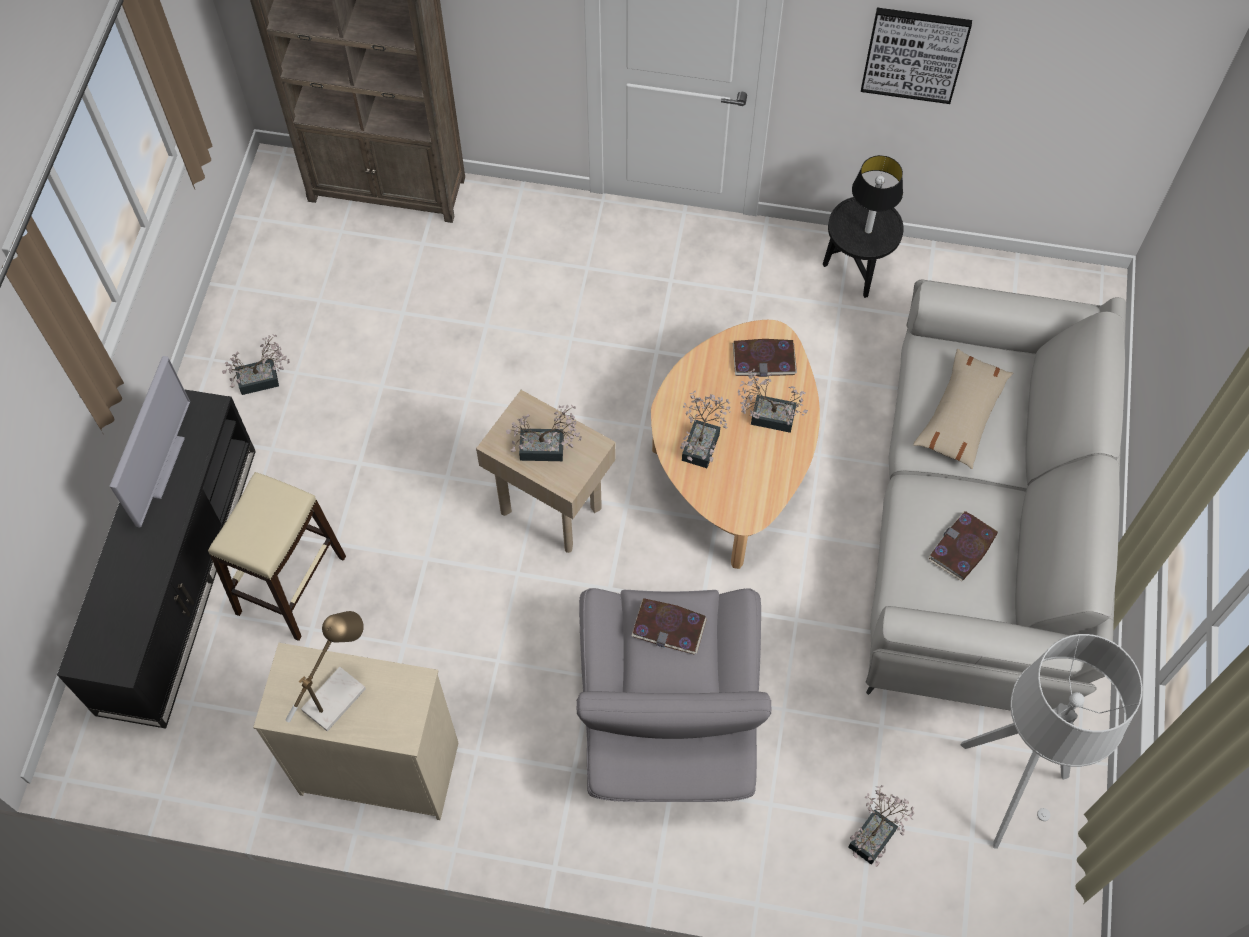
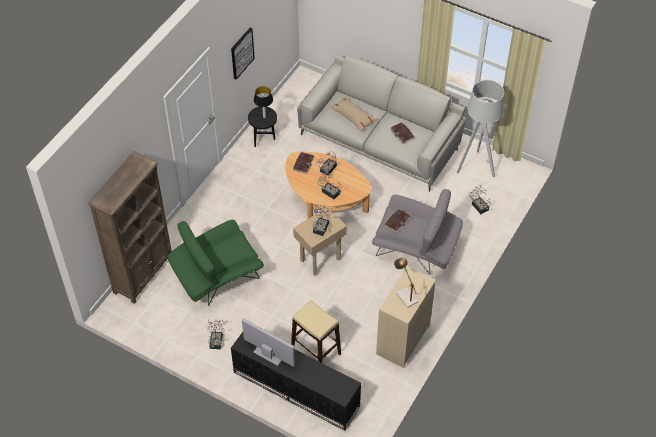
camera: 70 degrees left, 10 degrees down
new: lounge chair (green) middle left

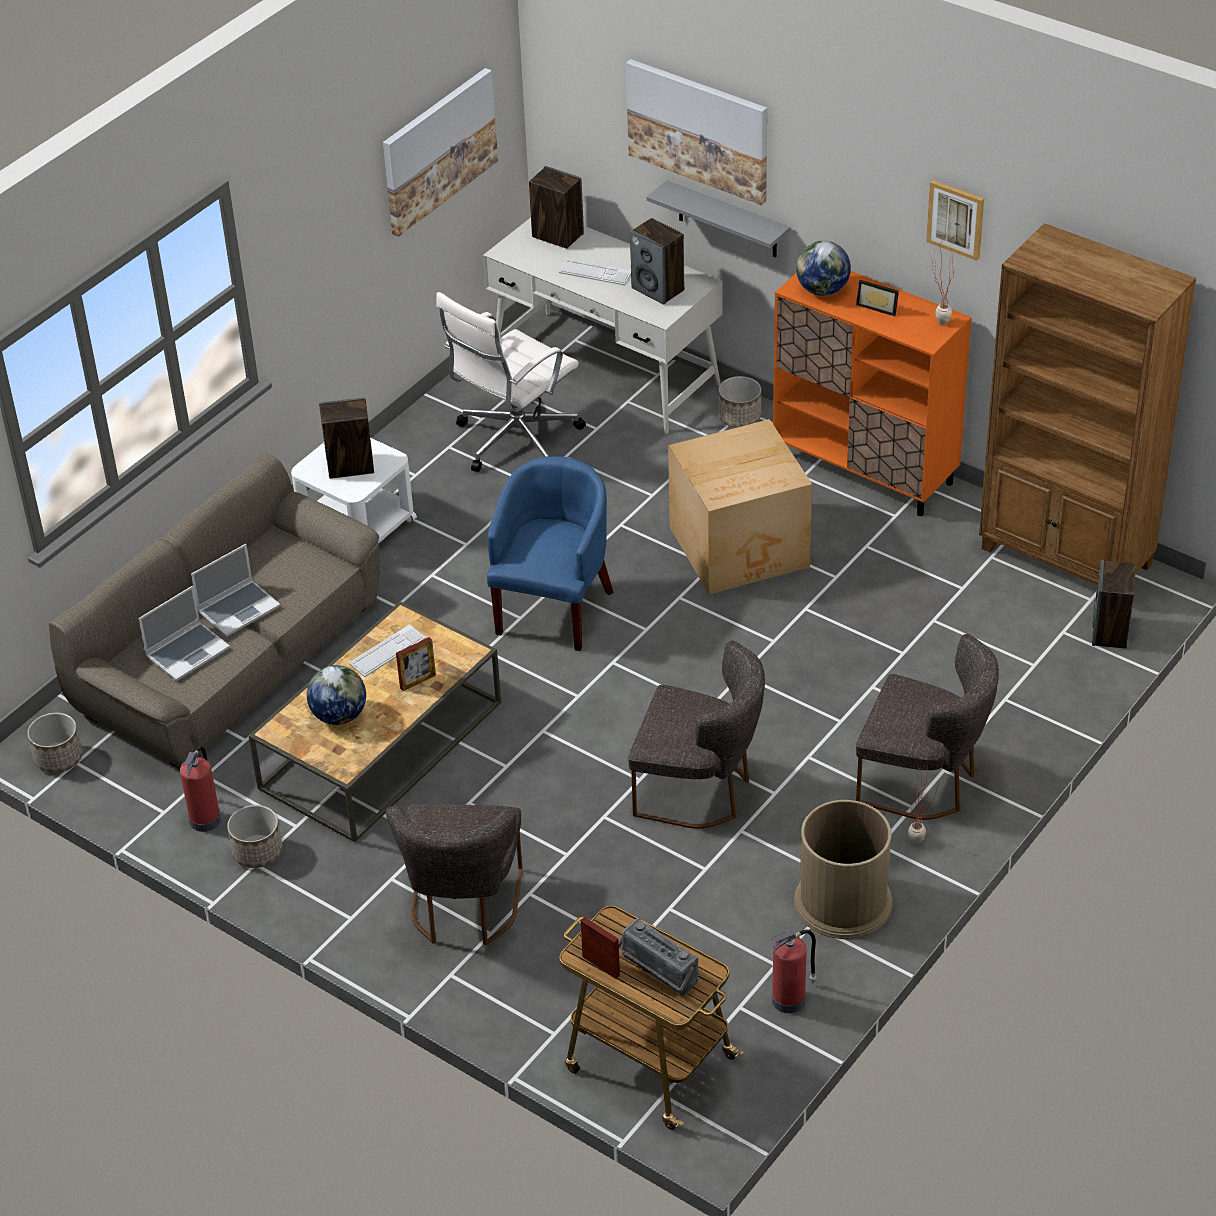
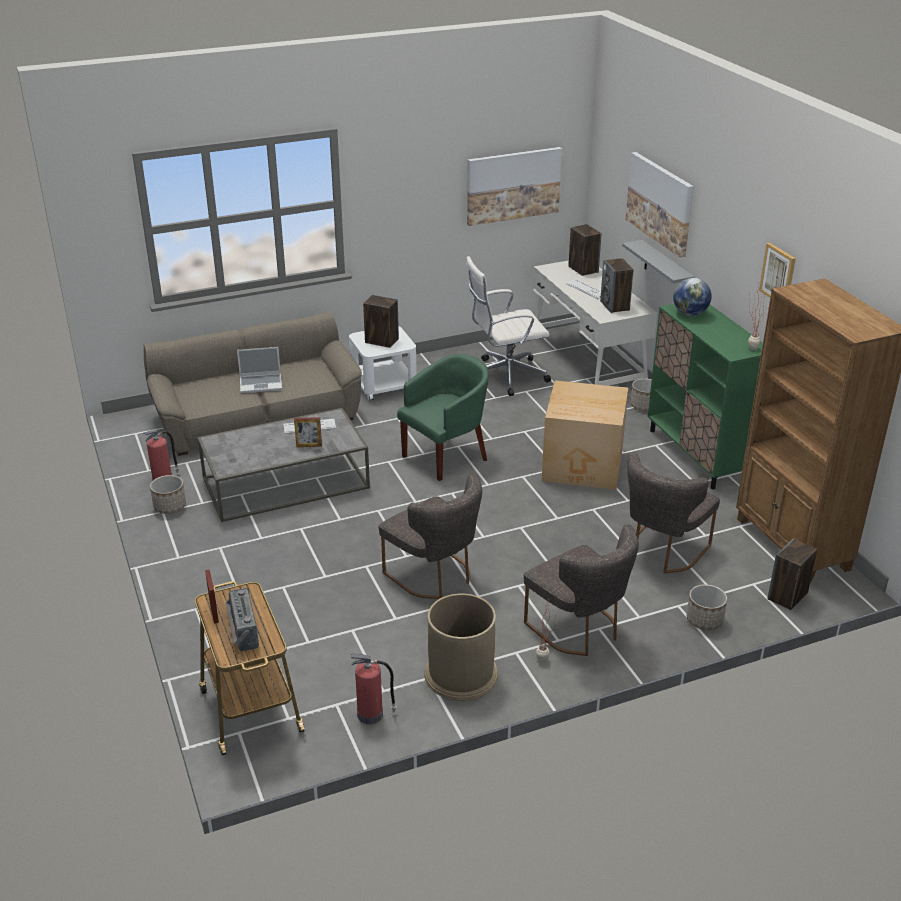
camera: 30 degrees right, 10 degrees down
gone: notebook computer (no. 1 from left) middle left; world globe (no. 1 from left) middle left; photo frame (no. 3 from left) top right
shifted: planter (no. 1 from left in the first image) middle left to planter (no. 3 from left) bottom right; chair (grey) (no. 1 from left in the first image) bottom centre to chair (grey) (no. 3 from left) middle right
repainted: lounge table (brown-coloured) middle left to lounge table (grey) middle left; lounge chair (bluish) centre to lounge chair (green) centre; cabinet (orangey) top right to cabinet (green) middle right

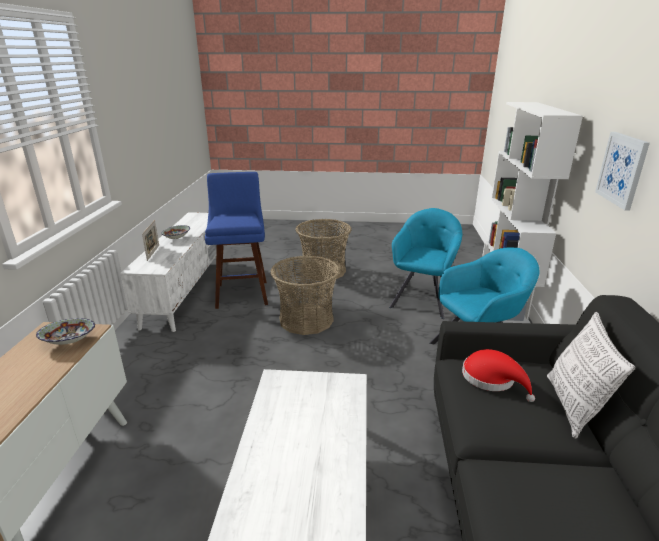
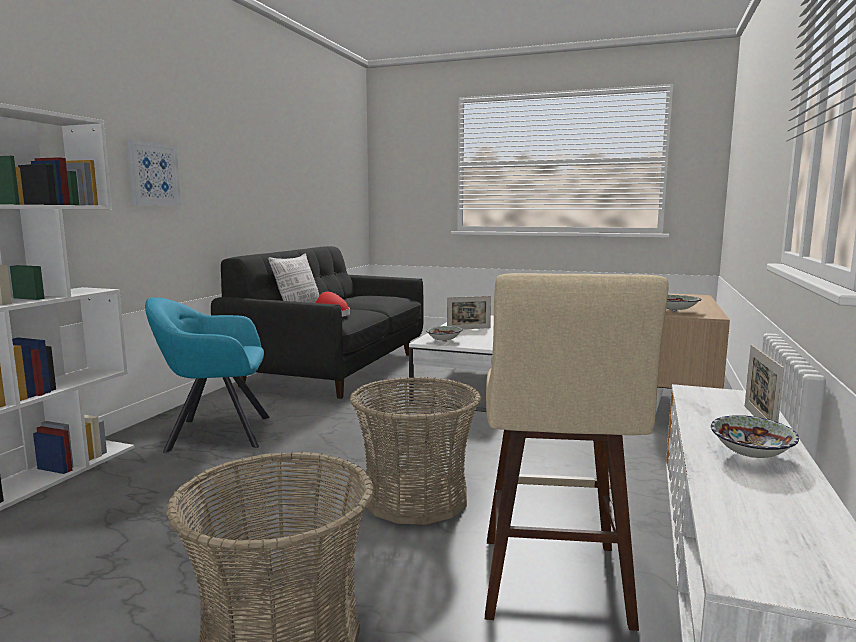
camera: 165 degrees left, 15 degrees down
gone: lounge chair (turquoise-coloured) (no. 1 from left) centre
new: deep dish (no. 1 from left) centre; photo frame (no. 1 from left) centre
repainted: sitting stool (bluish) centre to sitting stool (beige-coloured) bottom right

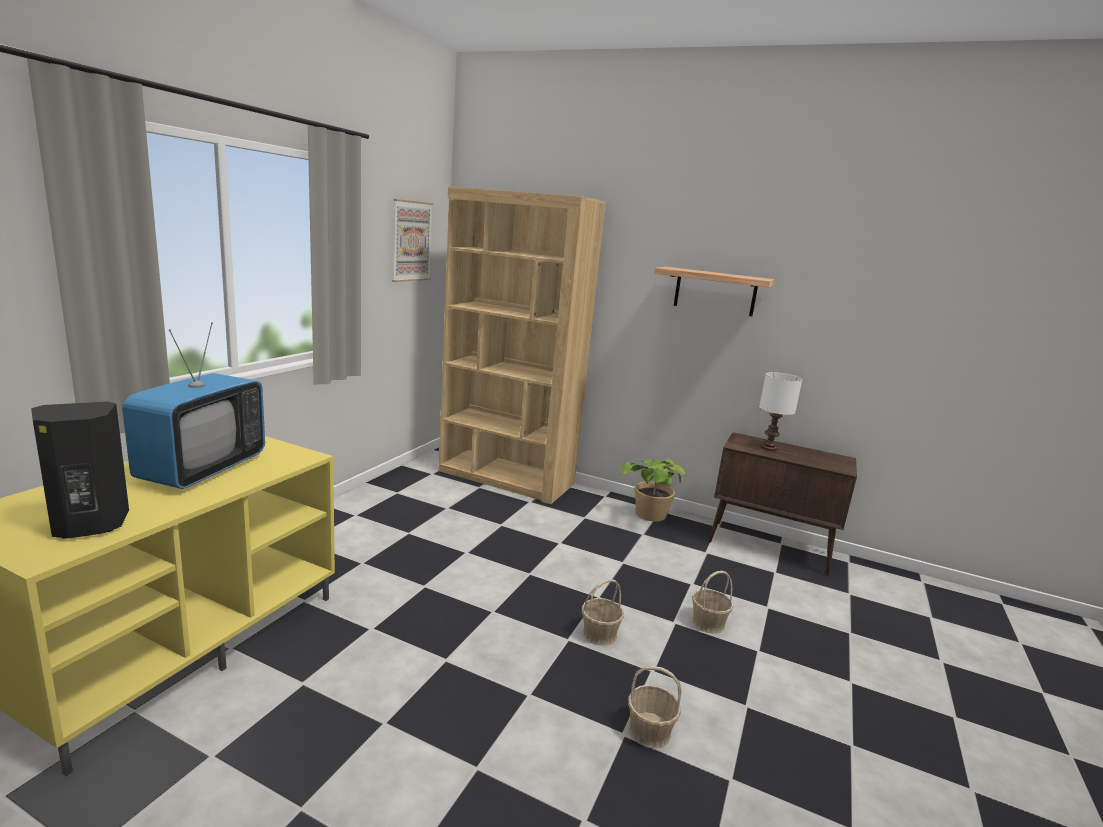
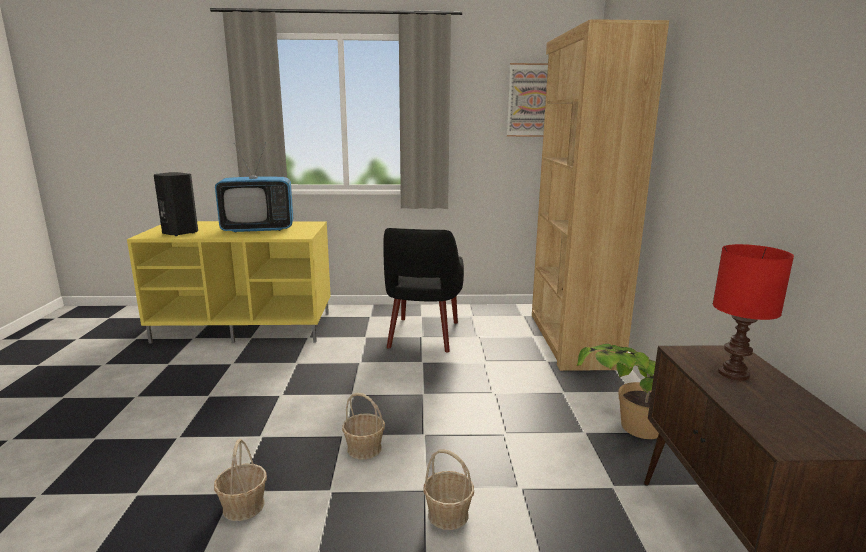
camera: 65 degrees right, 0 degrees up
gone: shelf centre
new: lounge chair (blackish) centre
repainted: tabletop lamp (whitish) middle right to tabletop lamp (reddish) middle right

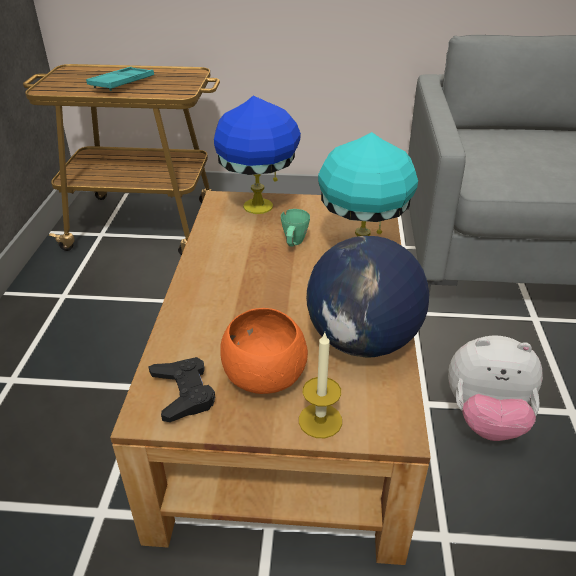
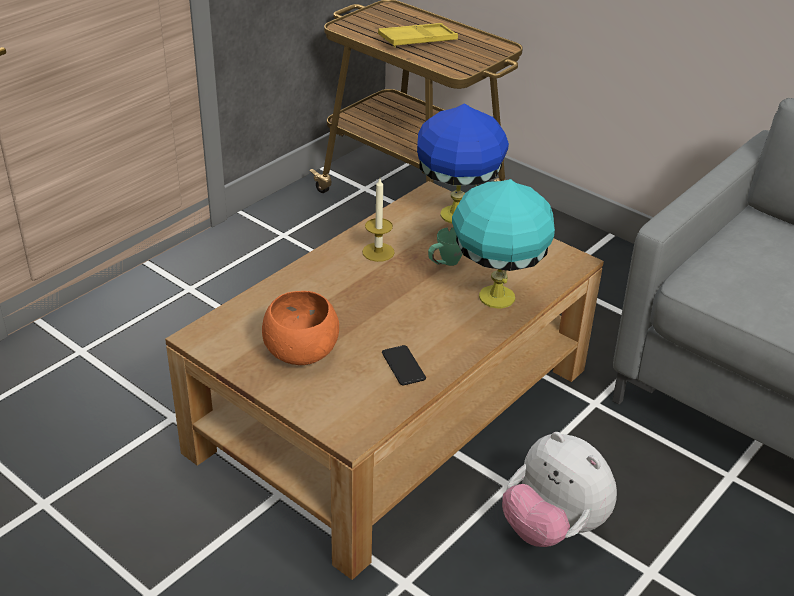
camera: 35 degrees right, 0 degrees up
gone: game controller (blackish) bottom left
shifted: wax light bottom centre to centre
swapped: world globe centre to handset centre
repainted: carrying tray (turquoise-coloured) top left to carrying tray (yellow-coloured) top centre

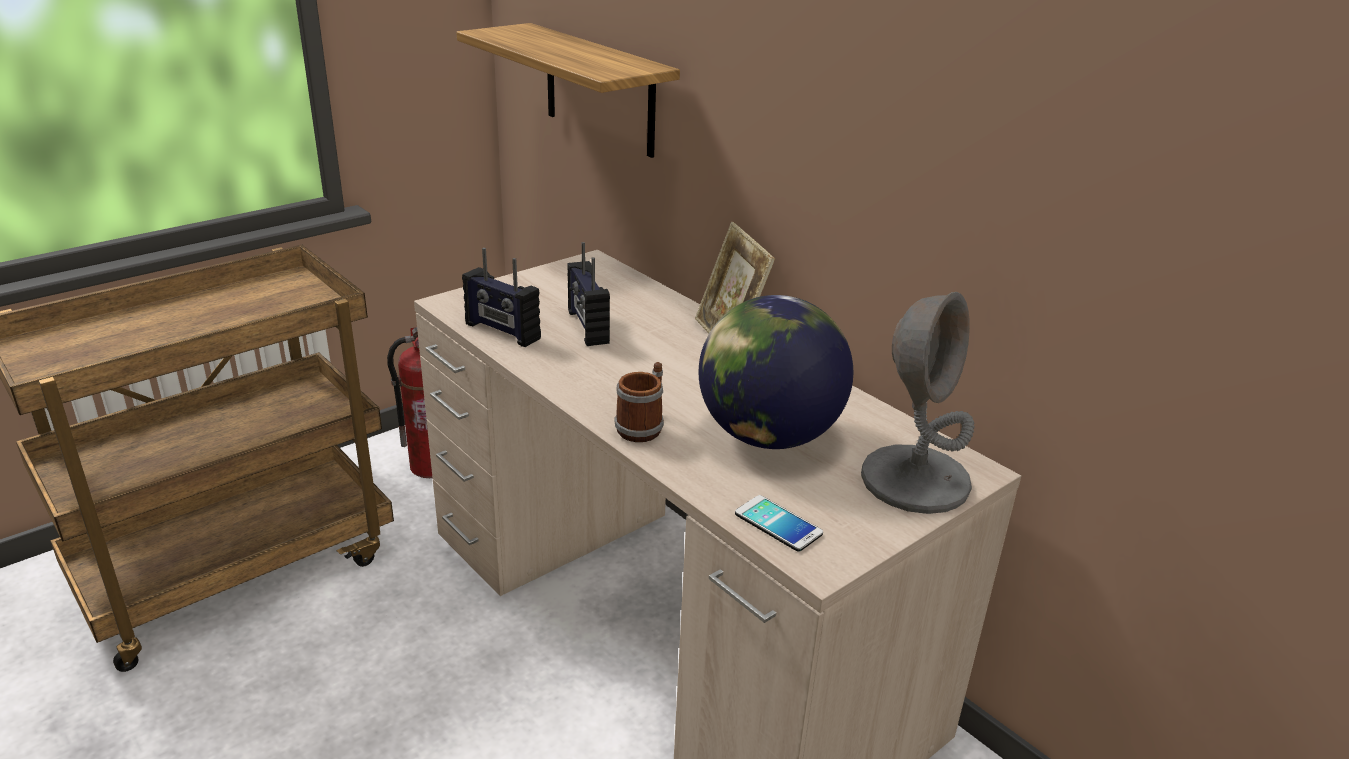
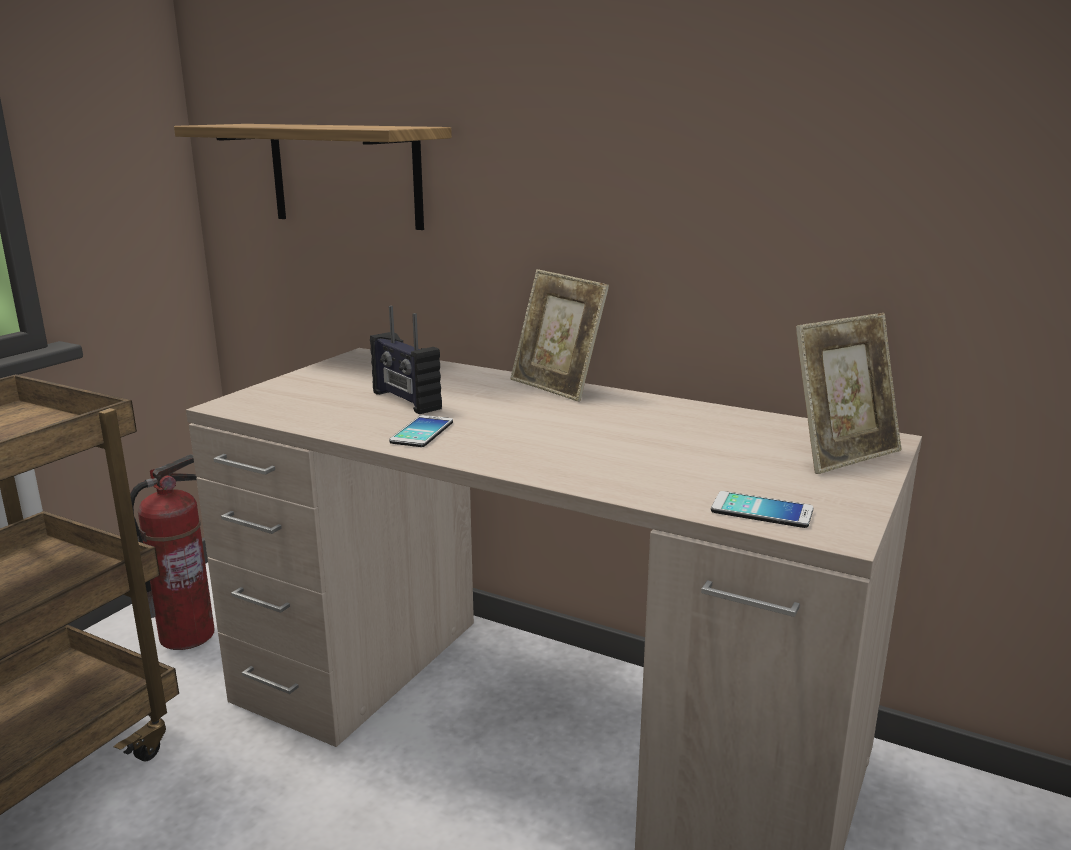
camera: 20 degrees left, 10 degrees down
gone: radio set (no. 1 from left) centre; tea mug centre; world globe centre
new: handset (no. 1 from left) centre
swapped: tabletop lamp (grey) middle right to photo frame (no. 2 from left) middle right

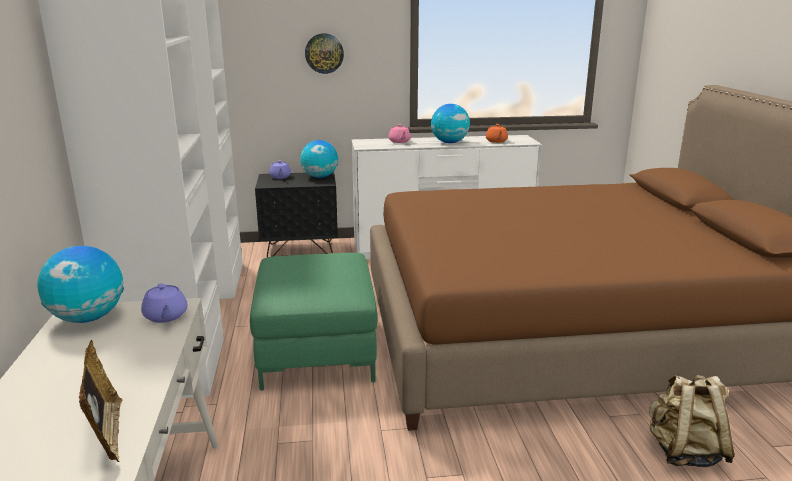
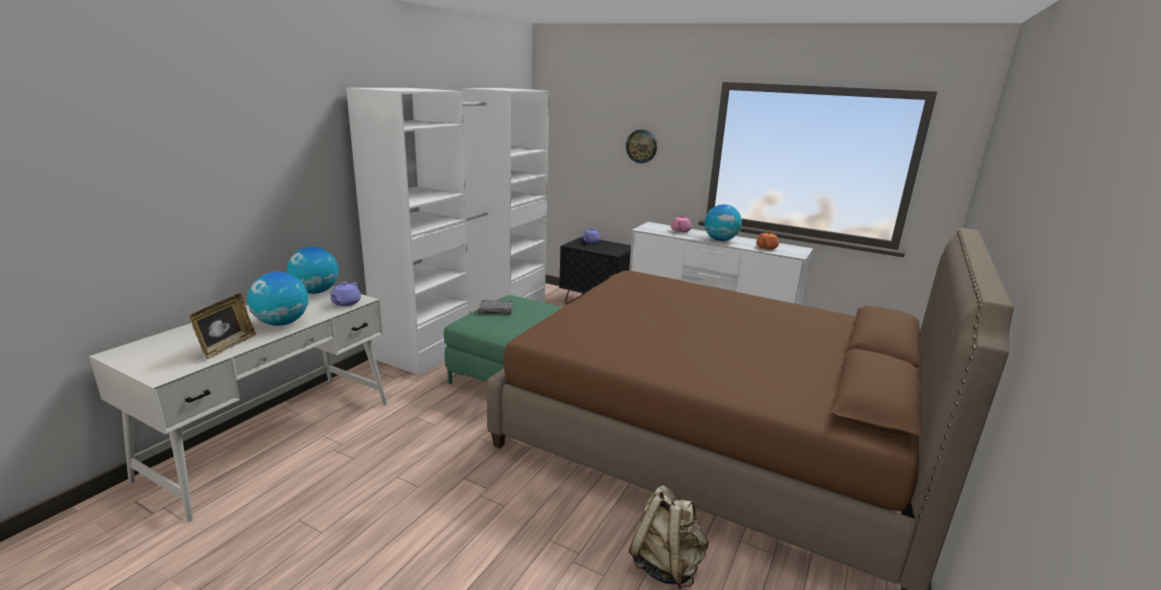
camera: 35 degrees right, 0 degrees up
new: book (grey) centre
shifted: world globe (no. 2 from left in the first image) top centre to world globe (no. 1 from left) middle left

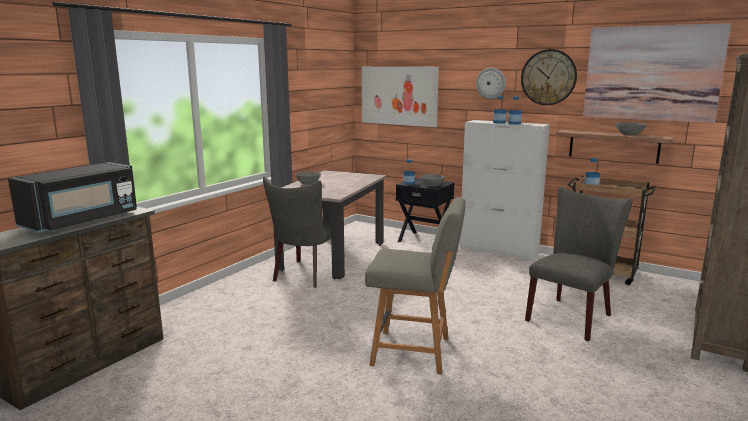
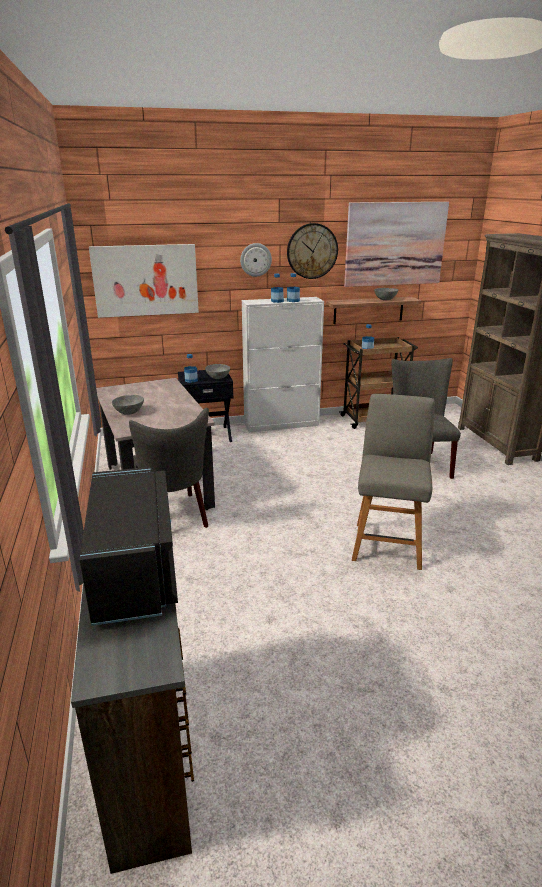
camera: 45 degrees left, 10 degrees up
rotated: chair (grey) (no. 2 from left) bottom centre = middle right 45 degrees counterclockwise

